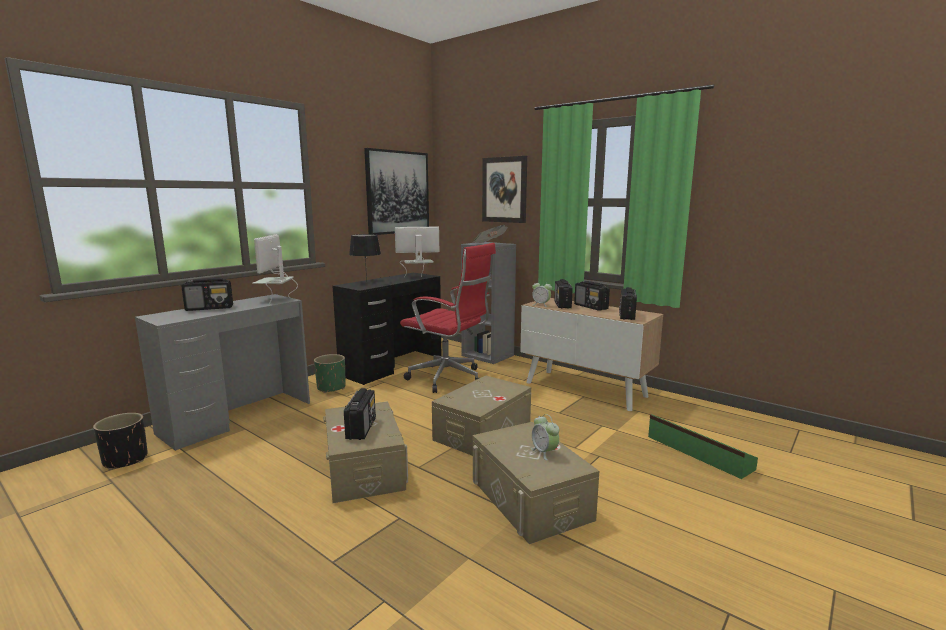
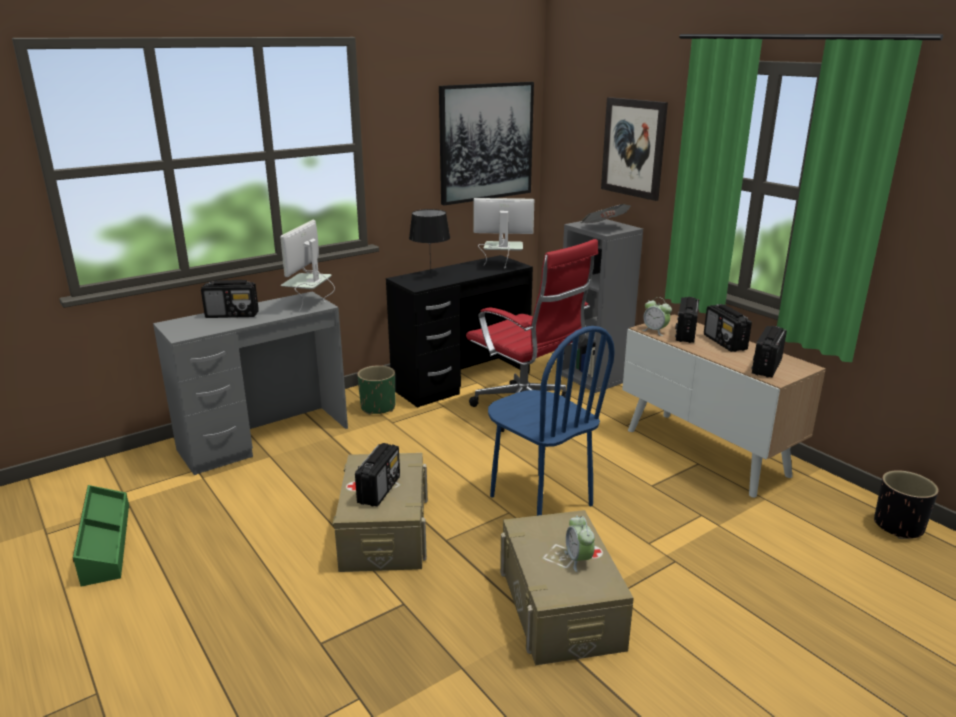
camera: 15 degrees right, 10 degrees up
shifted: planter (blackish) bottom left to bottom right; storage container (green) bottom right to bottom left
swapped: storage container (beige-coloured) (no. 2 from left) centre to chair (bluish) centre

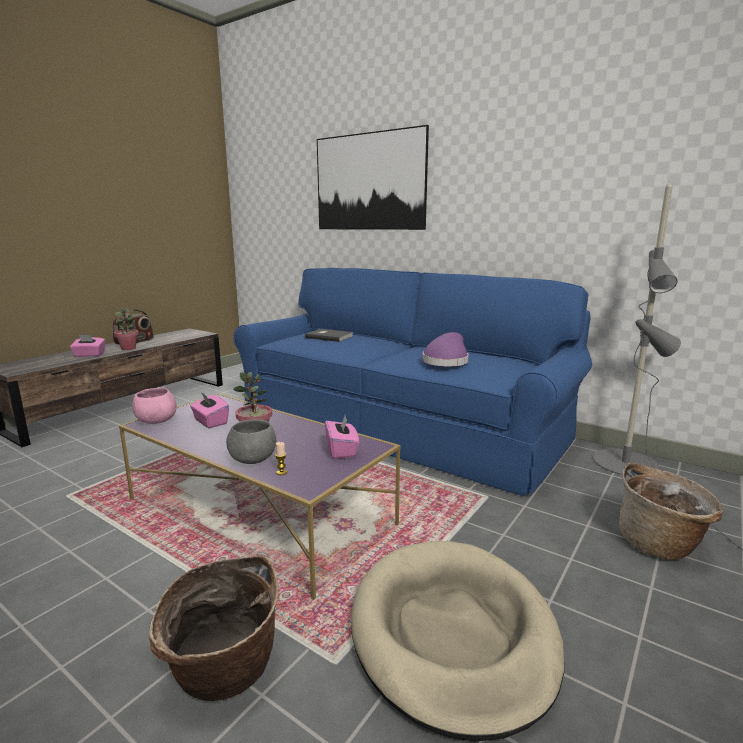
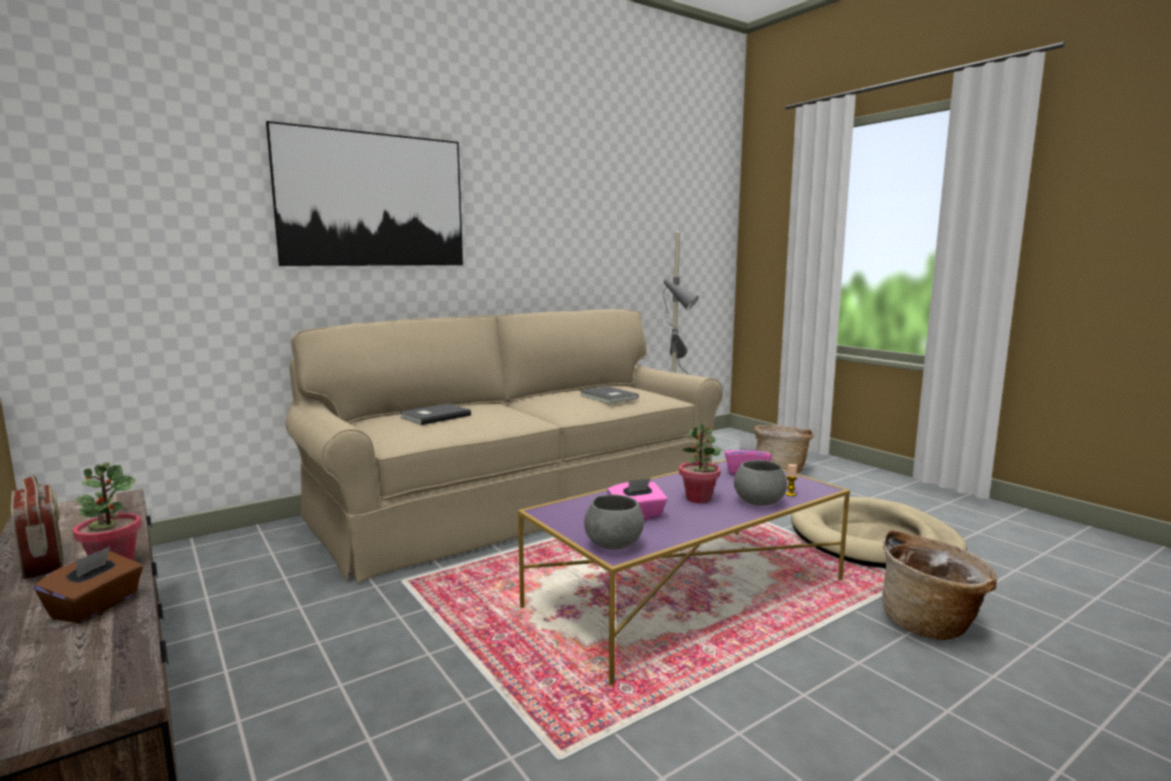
camera: 70 degrees left, 5 degrees down
swapped: wearable hat (purple-coloured) centre to book (grey) (no. 2 from left) centre
repainted: tissue box (pink-coloured) (no. 1 from left) middle left to tissue box (brown-coloured) bottom left; deep dish (pink-coloured) middle left to deep dish (grey) (no. 1 from left) bottom centre; sofa (bluish) centre to sofa (beige-coloured) centre

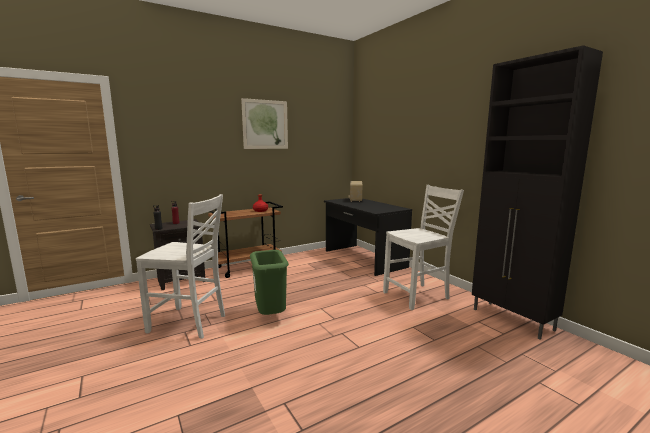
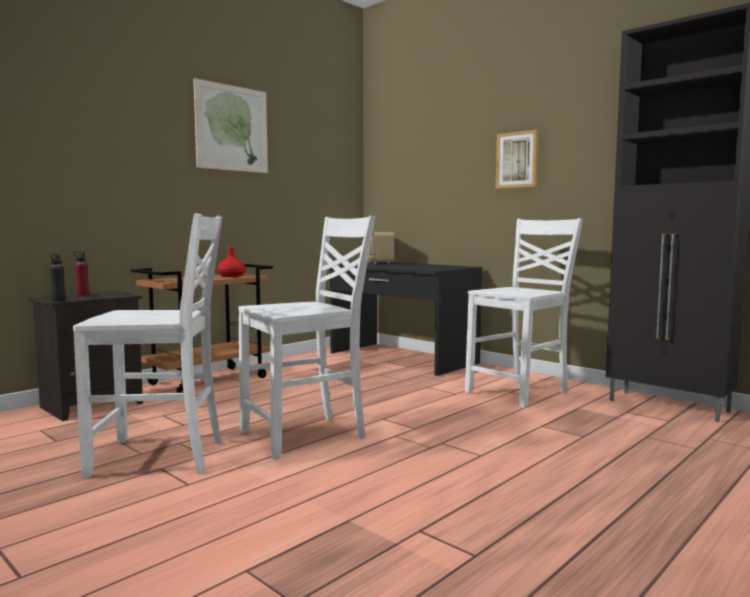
camera: 15 degrees left, 5 degrees down
new: picture (no. 2 from left) top right
swapped: waste bin (green) centre to chair (whitish) (no. 2 from left) centre

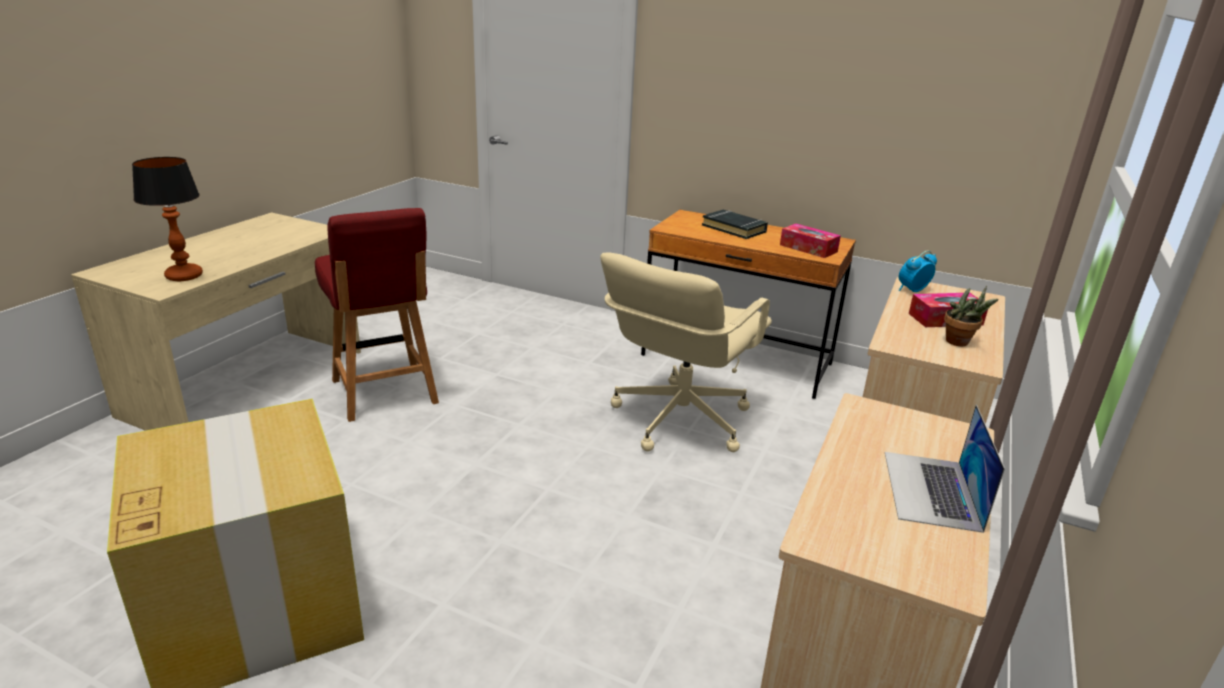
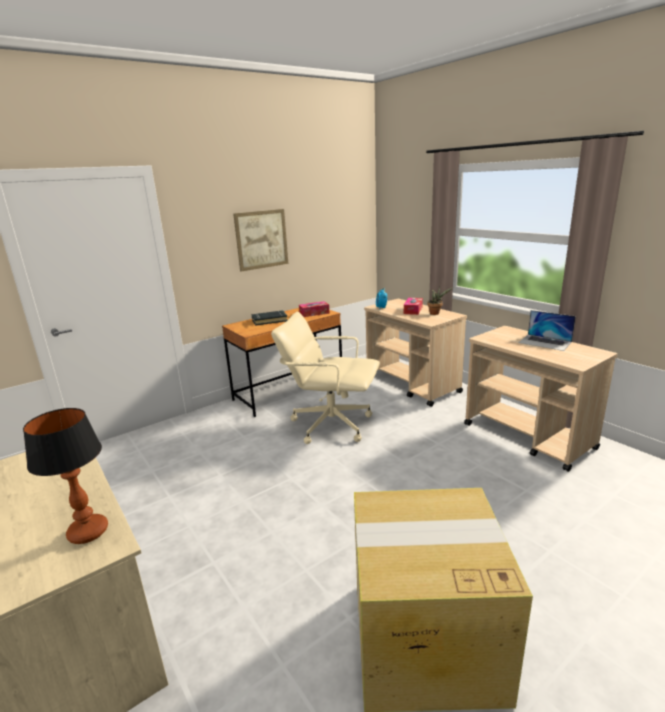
camera: 60 degrees left, 5 degrees down
gone: chair (reddish) middle left
new: picture centre
rotated: office chair (beige-coloured) centre = centre 135 degrees clockwise

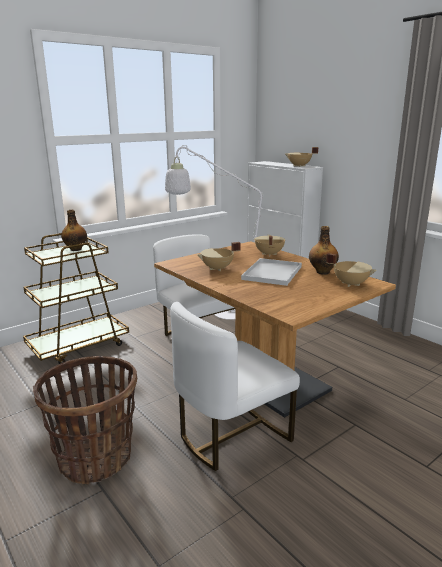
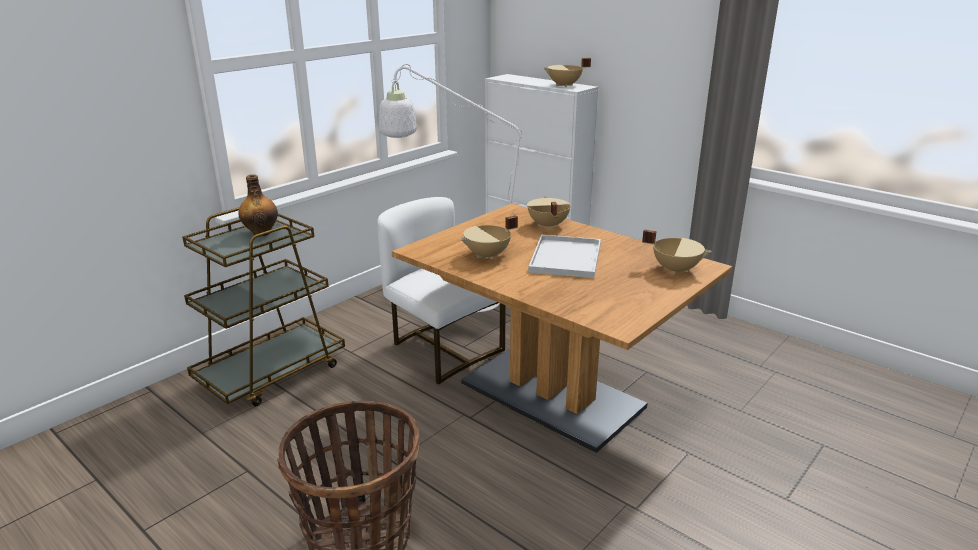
camera: 10 degrees left, 5 degrees up
gone: chair (whitish) (no. 2 from left) bottom centre; beverage bottle (no. 2 from left) middle right

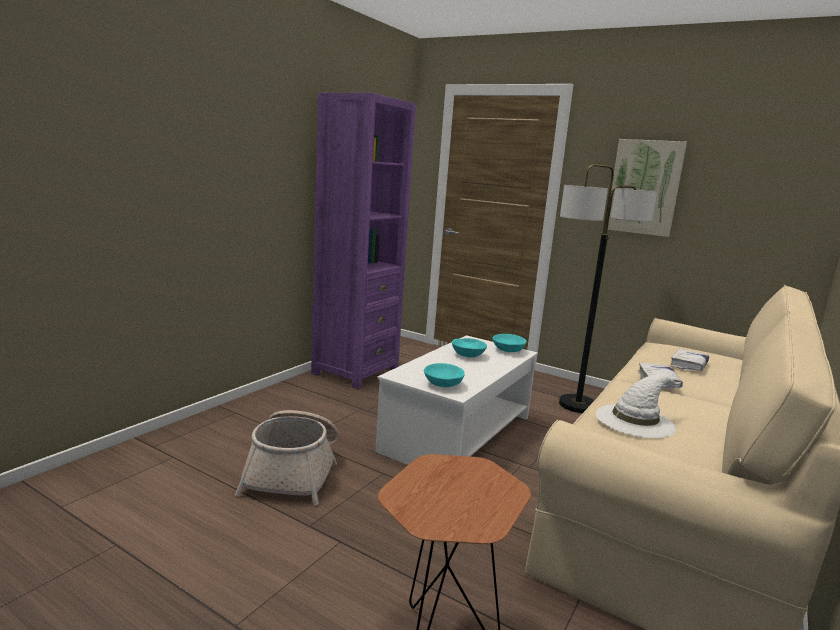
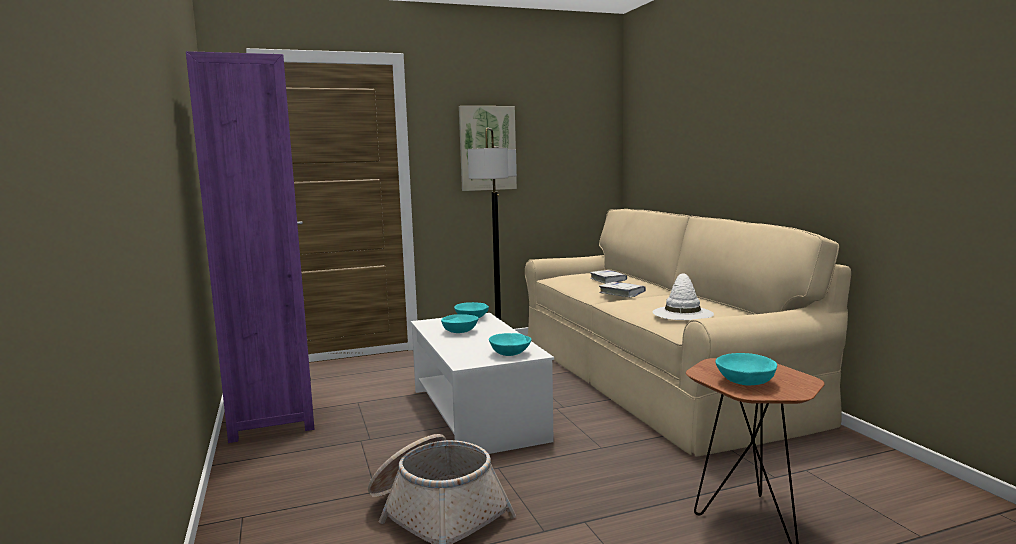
camera: 50 degrees left, 5 degrees down
new: deep dish (turquoise-coloured) (no. 4 from left) bottom right

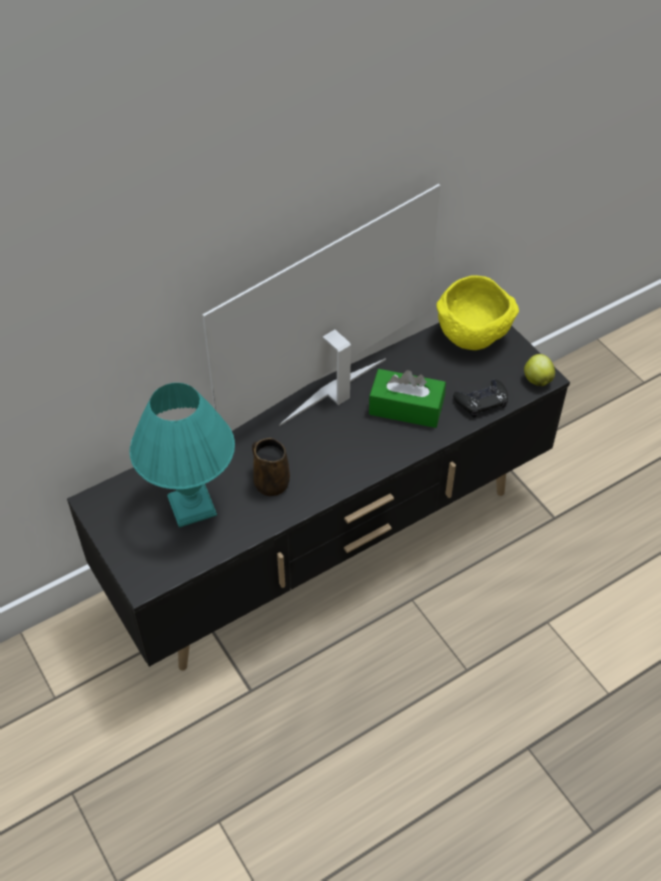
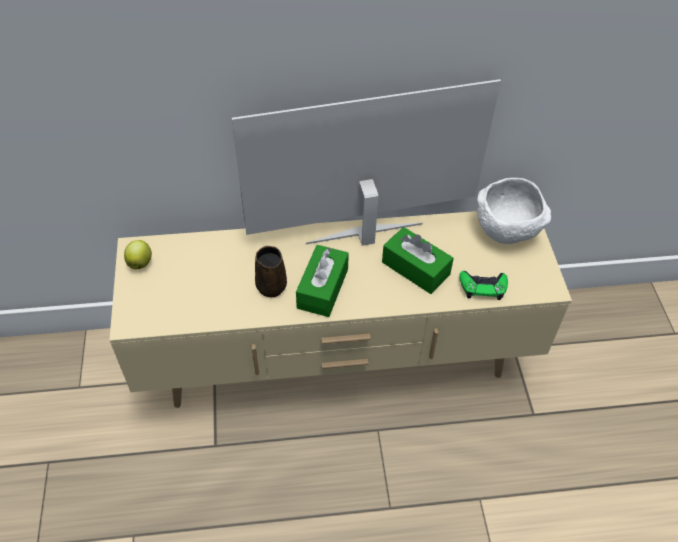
camera: 25 degrees right, 0 degrees up
gone: tabletop lamp (turquoise-coloured) middle left
new: tissue box (green) (no. 1 from left) centre
shifted: apple fruit middle right to middle left
repainted: media console (blackish) centre to media console (beige-coloured) centre; deep dish (yellow-coloured) middle right to deep dish (whitish) middle right; game controller (blackish) middle right to game controller (green) middle right

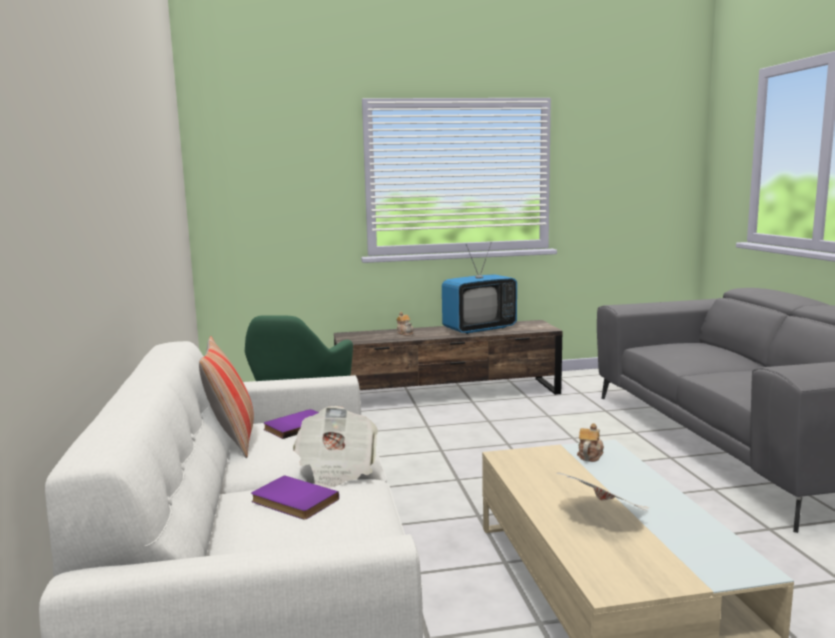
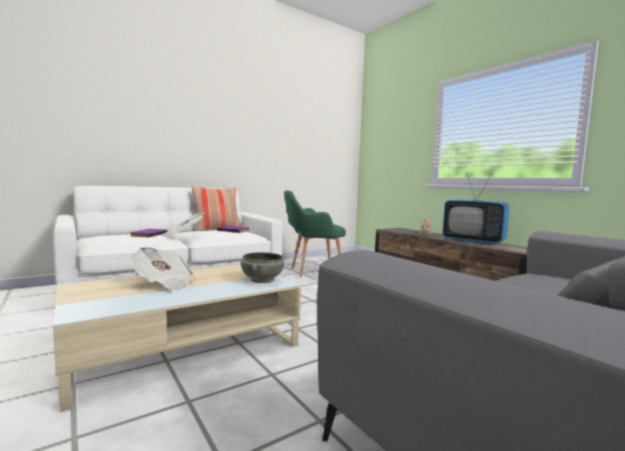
camera: 65 degrees right, 5 degrees down
swapped: teapot (no. 2 from left) bottom right to deep dish (grey) centre

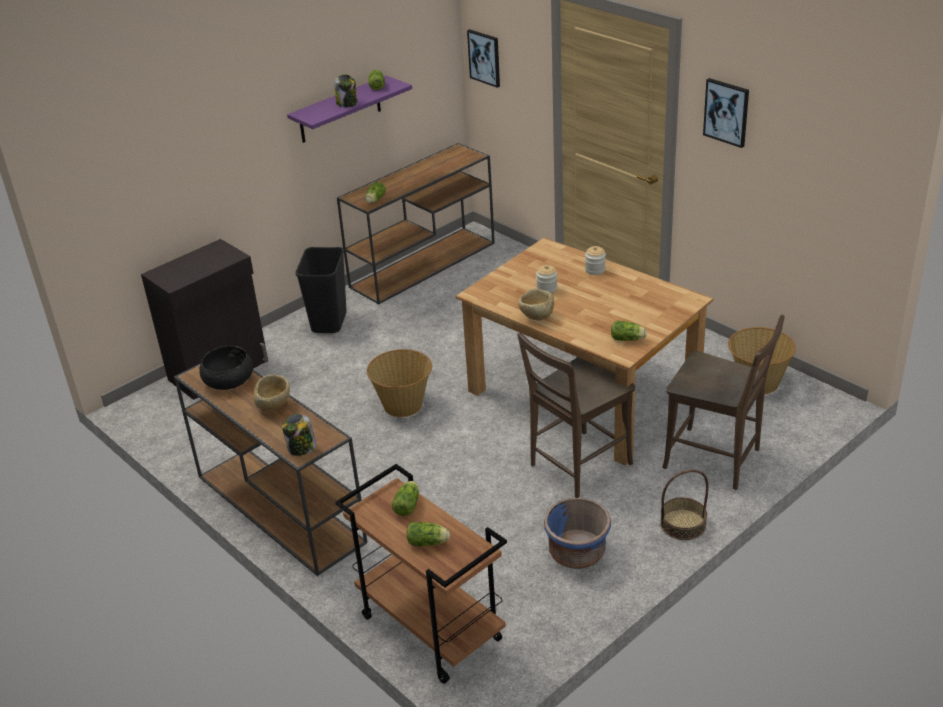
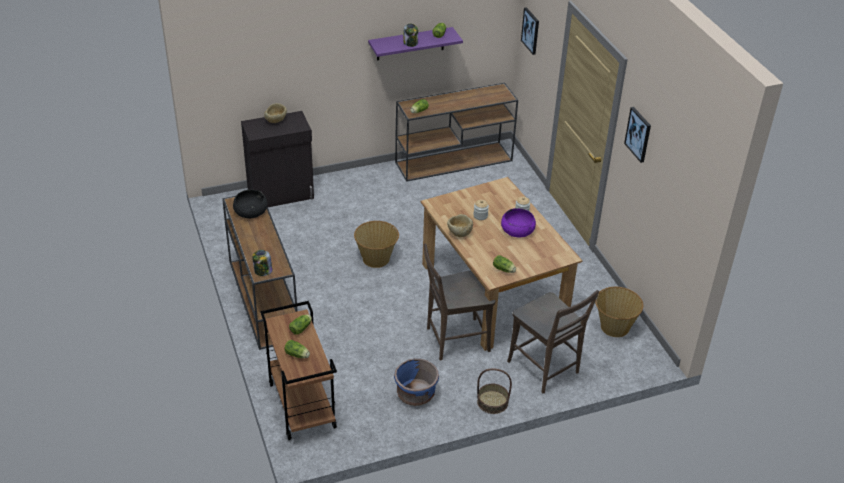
camera: 20 degrees right, 5 degrees up
gone: waste bin (blackish) centre
new: deep dish (purple-coloured) centre
shifted: deep dish (beige-coloured) (no. 1 from left) middle left to top left

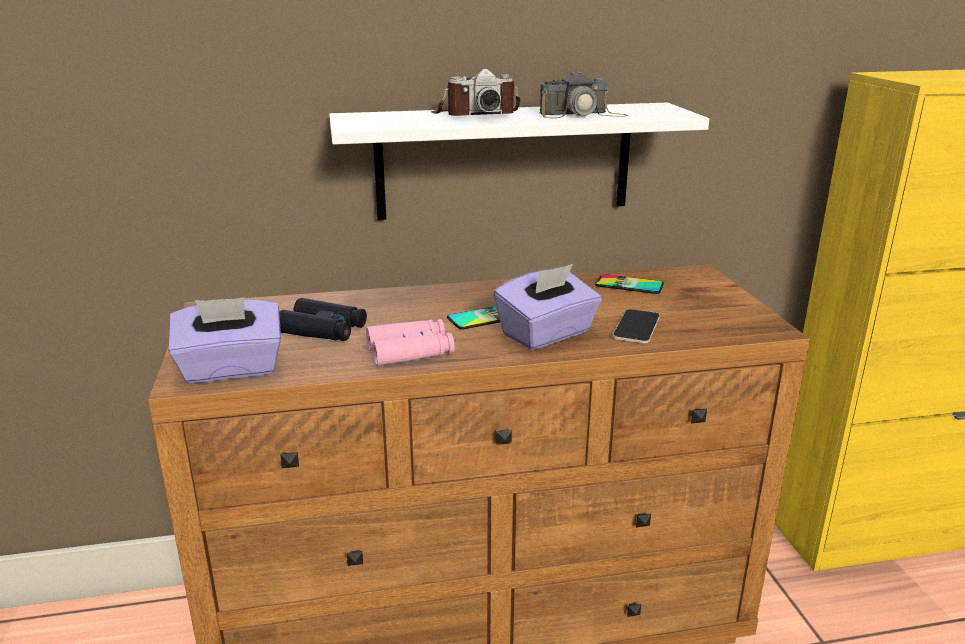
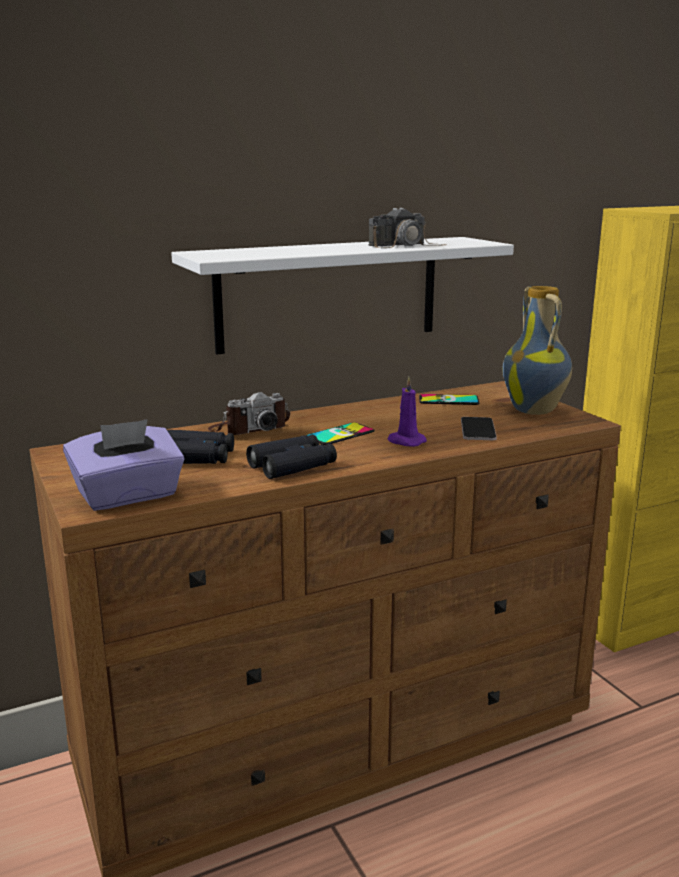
camera: 15 degrees left, 5 degrees down
new: vase middle right
shifted: photo camera (no. 1 from left) top centre to centre
swapped: tissue box (purple-coloured) (no. 2 from left) centre to wax light (purple-coloured) centre
repainted: pair of binoculars (pink-coloured) centre to pair of binoculars (blackish) (no. 2 from left) centre

